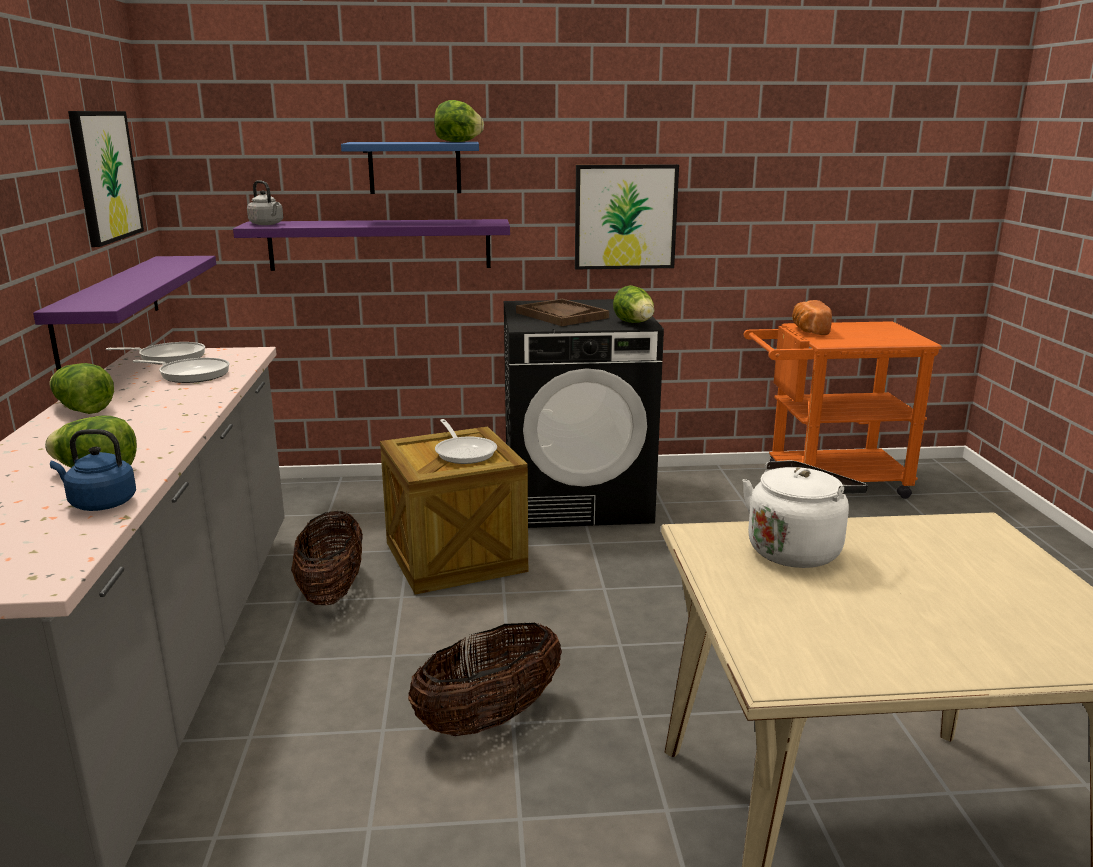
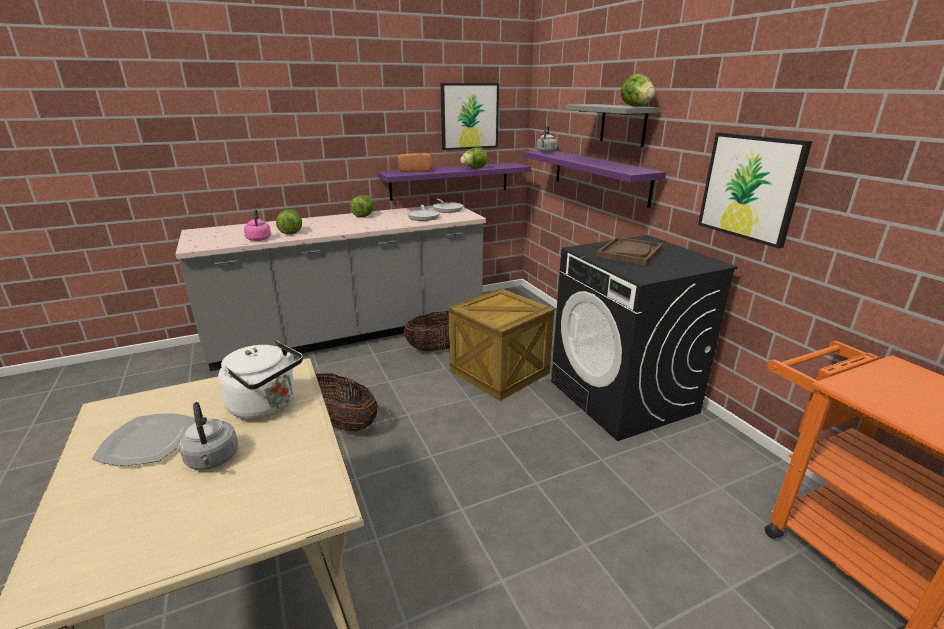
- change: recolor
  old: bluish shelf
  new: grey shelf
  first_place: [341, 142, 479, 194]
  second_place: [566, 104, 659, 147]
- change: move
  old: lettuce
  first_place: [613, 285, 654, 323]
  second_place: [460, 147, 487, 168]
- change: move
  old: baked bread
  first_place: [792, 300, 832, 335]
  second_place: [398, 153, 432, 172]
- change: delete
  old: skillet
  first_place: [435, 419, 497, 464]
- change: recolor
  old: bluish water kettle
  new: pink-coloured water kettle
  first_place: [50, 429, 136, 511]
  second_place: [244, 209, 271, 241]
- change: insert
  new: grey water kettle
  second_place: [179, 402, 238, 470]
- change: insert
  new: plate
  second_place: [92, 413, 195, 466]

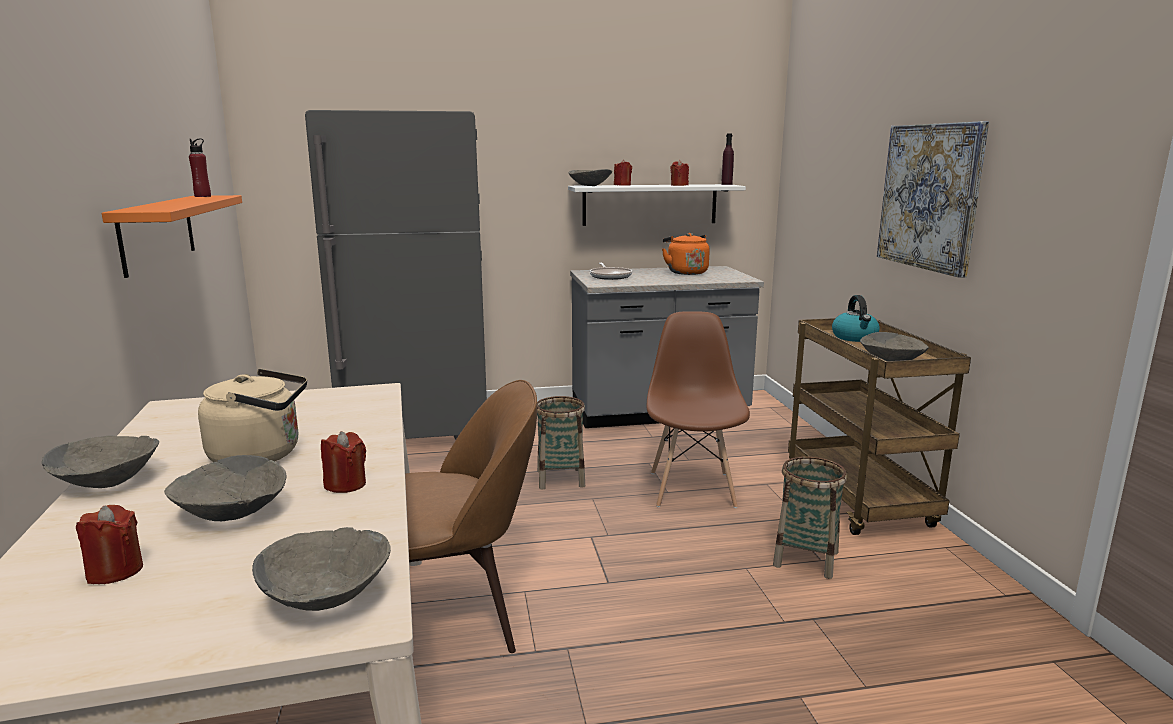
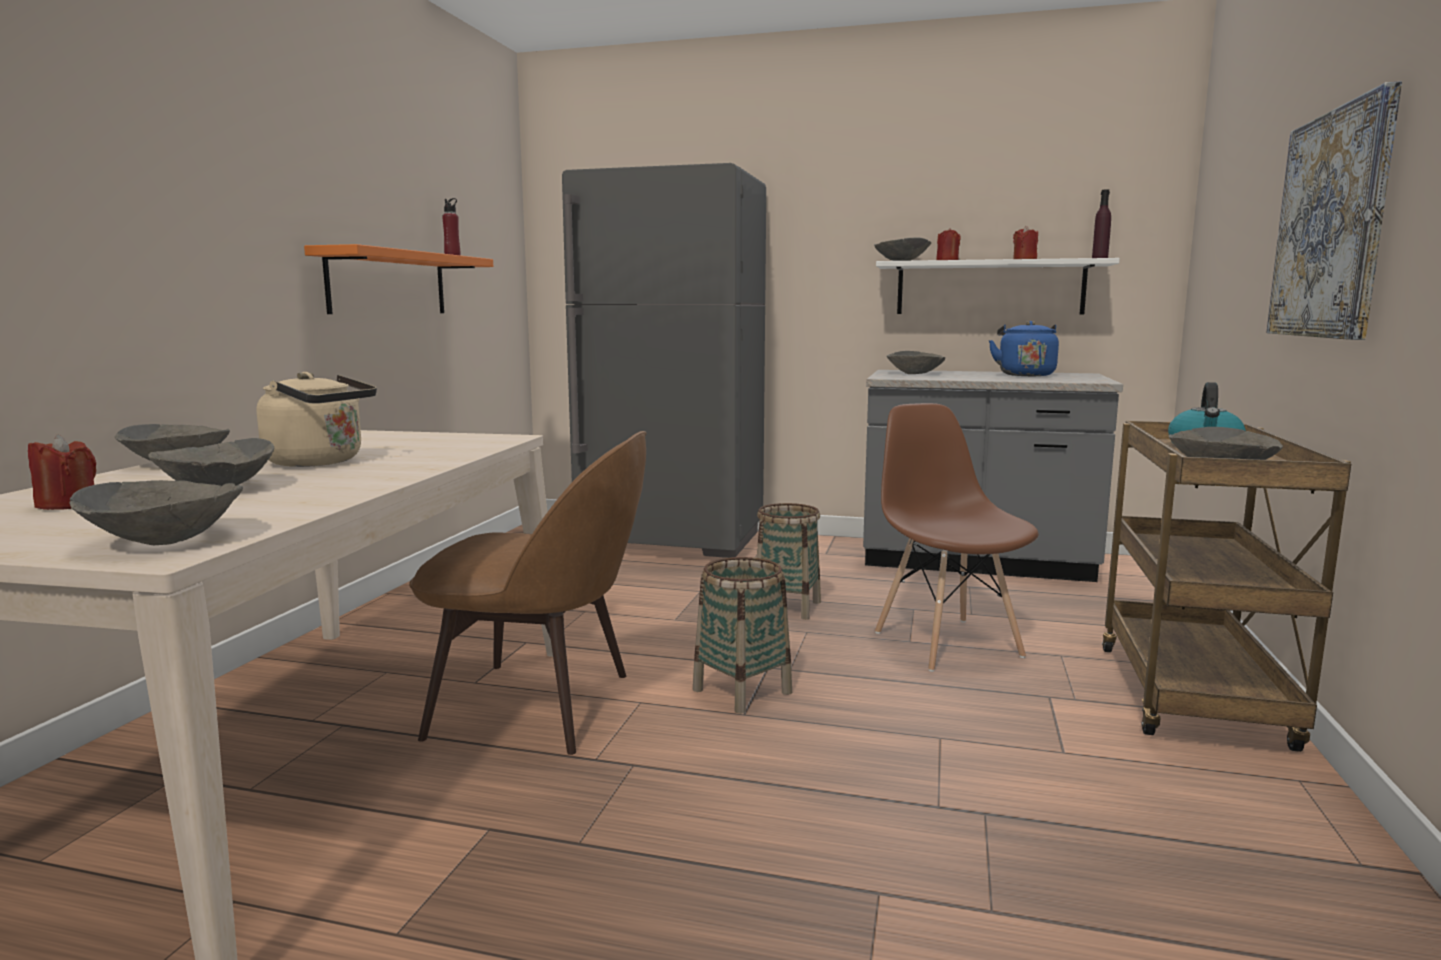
- change: recolor
  old: orangey water kettle
  new: bluish water kettle
  first_place: [662, 233, 710, 275]
  second_place: [989, 321, 1059, 376]
- change: replace
  old: skillet
  new: grey serving bowl
  first_place: [590, 263, 632, 280]
  second_place: [886, 351, 945, 374]
- change: rotate
  old: brown upright chair
  first_place: [646, 311, 750, 508]
  second_place: [875, 403, 1039, 672]
  degrees: -45
- change: delete
  old: reddish candle
  first_place: [321, 431, 366, 493]
- change: move
  old: household basket
  first_place: [773, 456, 847, 579]
  second_place: [693, 557, 792, 714]

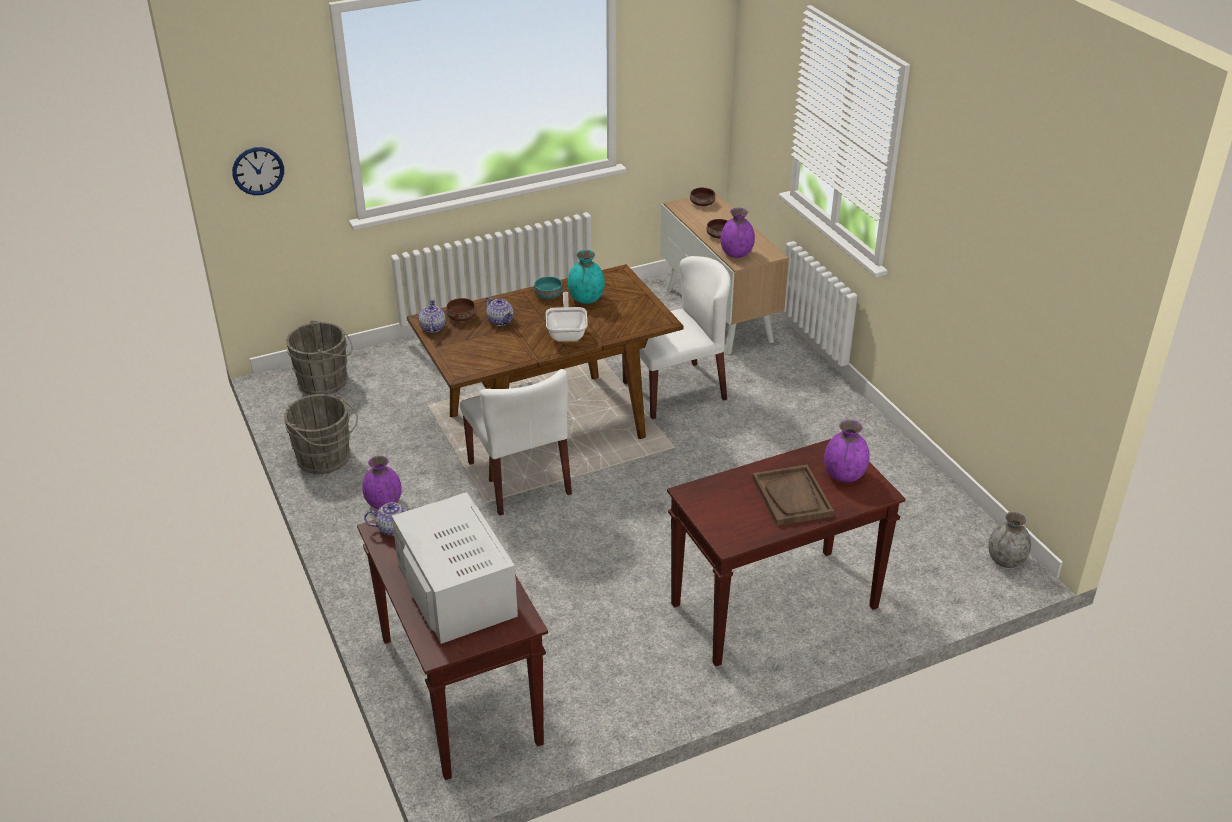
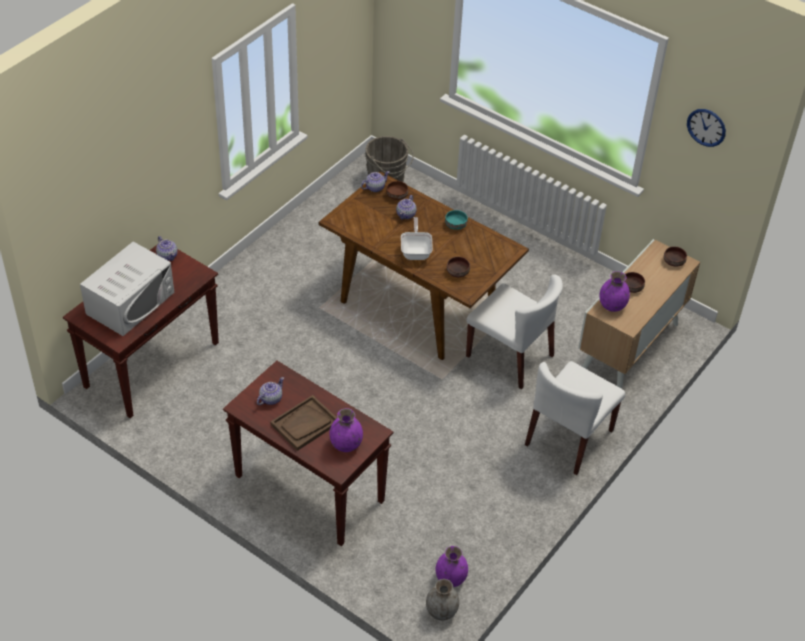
- change: move
  old: wall clock
  first_place: [232, 147, 284, 195]
  second_place: [687, 109, 726, 147]
- change: delete
  old: blue-green vase
  first_place: [568, 250, 605, 304]
- change: rotate
  old: skillet
  first_place: [546, 292, 588, 342]
  second_place: [401, 217, 433, 260]
  degrees: -60
- change: move
  old: whitish upright chair
  first_place: [460, 369, 572, 516]
  second_place: [525, 361, 625, 475]
- change: delete
  old: grey water bucket
  first_place: [284, 394, 358, 474]
- change: move
  old: purple vase
  first_place: [362, 456, 402, 509]
  second_place: [436, 546, 468, 587]
- change: insert
  new: brown serving bowl
  second_place: [447, 257, 470, 277]
- change: insert
  new: teapot
  second_place: [257, 377, 284, 405]

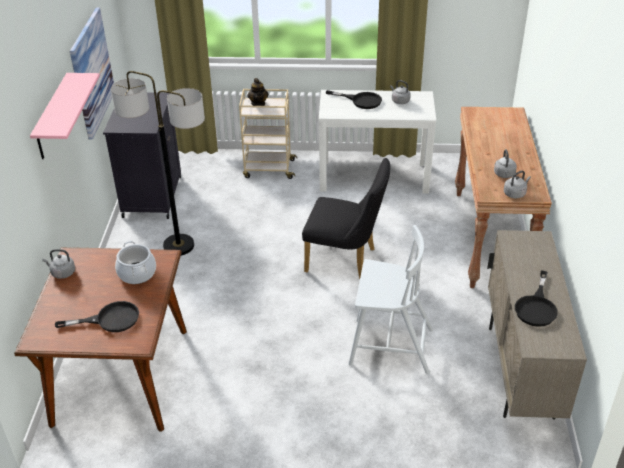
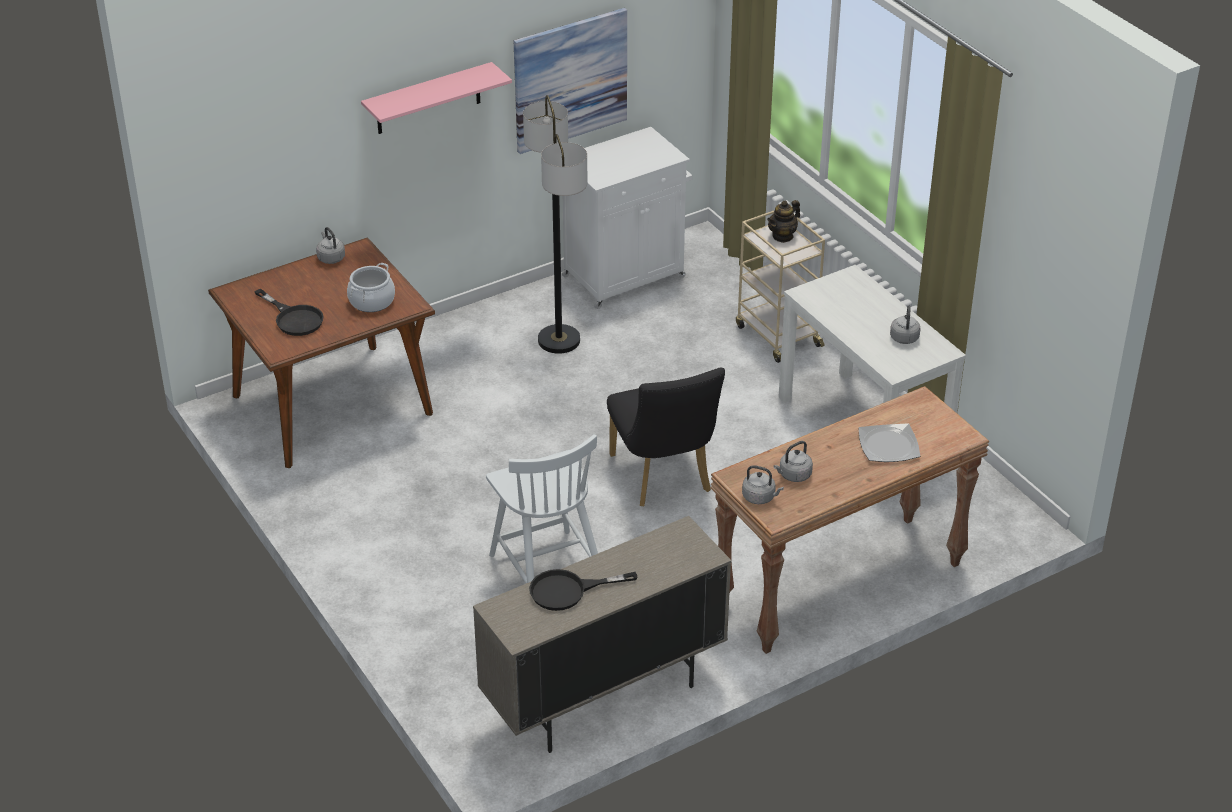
- change: delete
  old: black-coloured skillet
  first_place: [326, 90, 382, 109]
- change: recolor
  old: black-coloured cupboard
  new: whitish cupboard
  first_place: [103, 92, 181, 219]
  second_place: [562, 127, 692, 309]
- change: insert
  new: plate
  second_place: [858, 423, 920, 462]

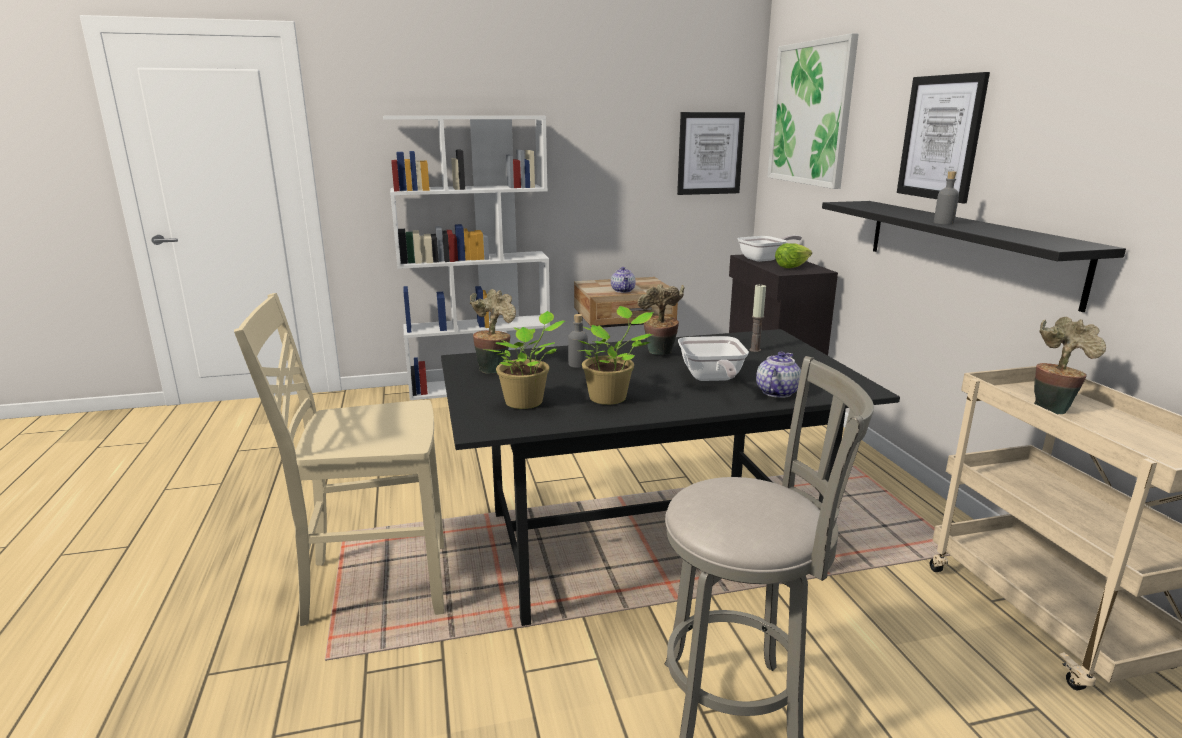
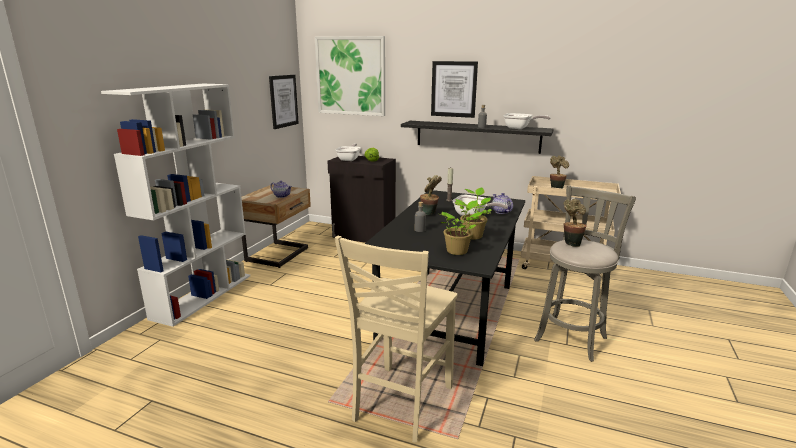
- change: move
  old: potted plant
  first_place: [470, 289, 516, 374]
  second_place: [564, 199, 586, 247]
- change: insert
  new: skillet
  second_place: [503, 113, 551, 129]

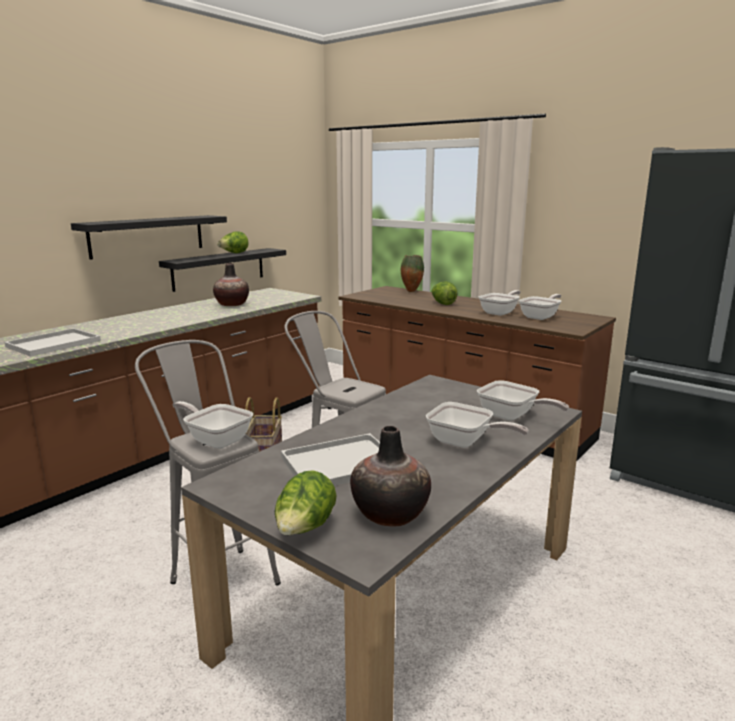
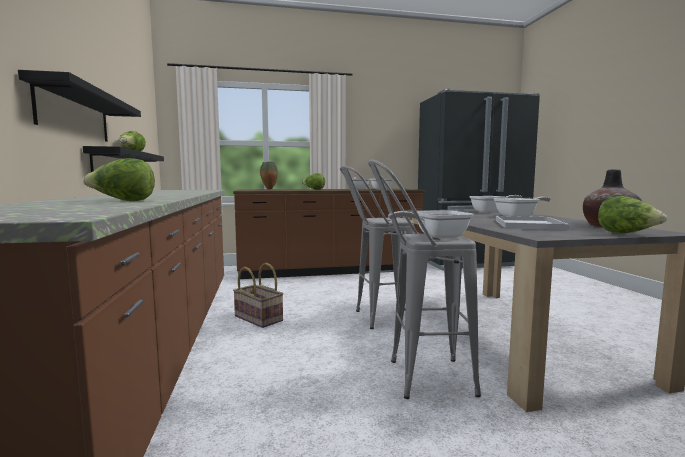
- change: delete
  old: vase
  first_place: [213, 263, 249, 306]
- change: replace
  old: whitish tray
  new: lettuce
  first_place: [5, 328, 101, 357]
  second_place: [83, 158, 155, 201]

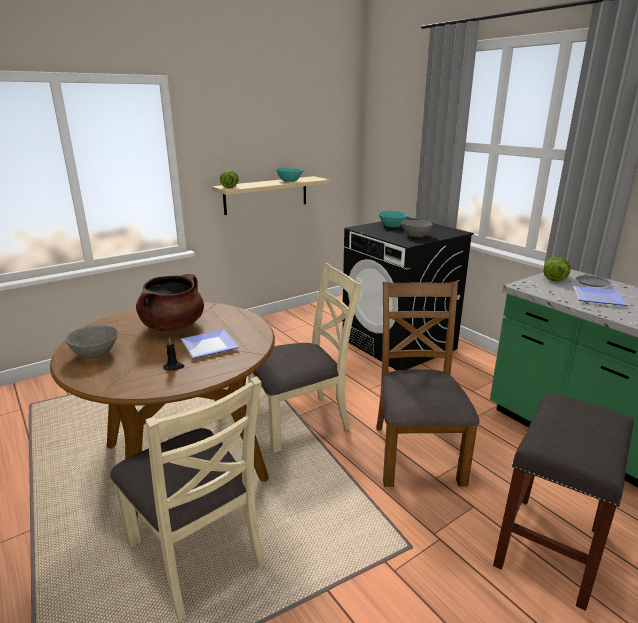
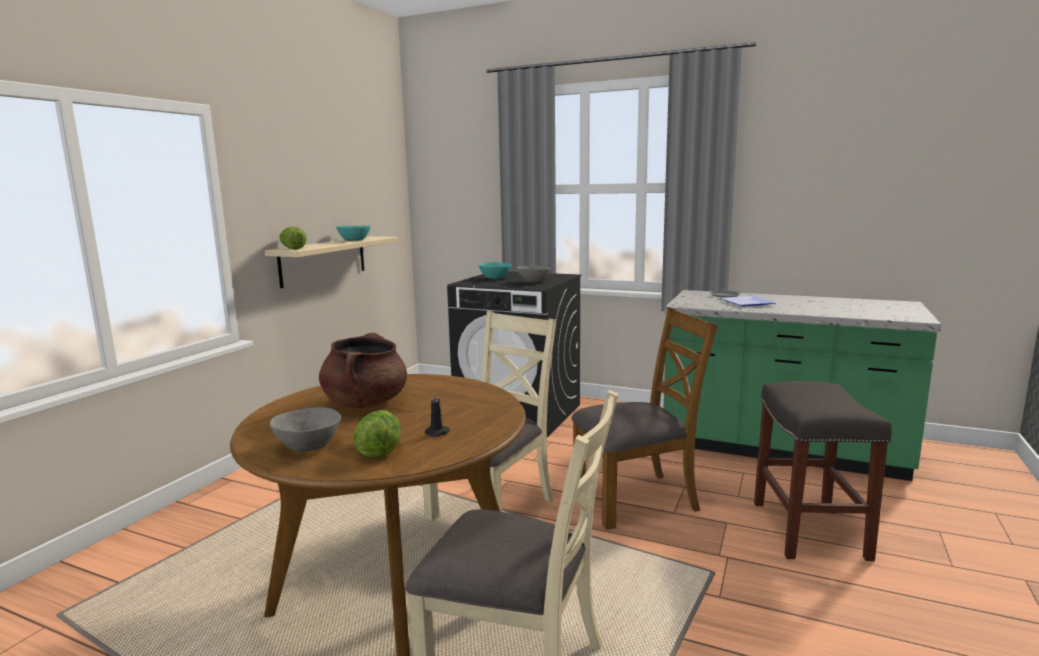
- change: move
  old: lettuce
  first_place: [543, 257, 571, 281]
  second_place: [353, 410, 401, 458]
- change: rotate
  old: brown upright chair
  first_place: [376, 282, 480, 487]
  second_place: [571, 307, 718, 530]
  degrees: 105
- change: delete
  old: plate
  first_place: [181, 330, 239, 358]

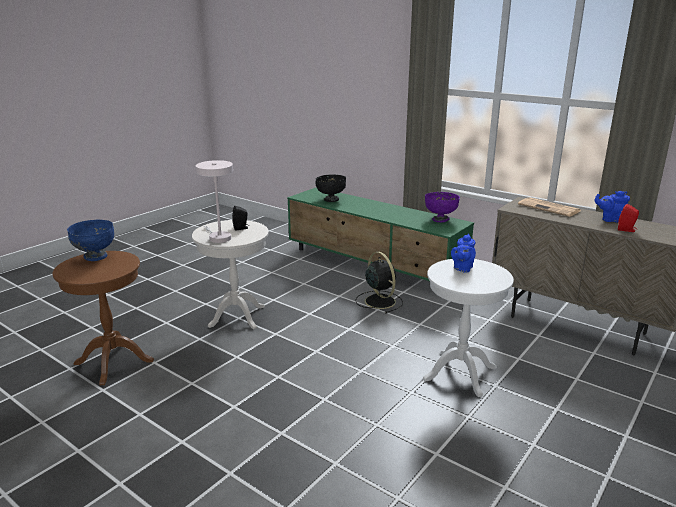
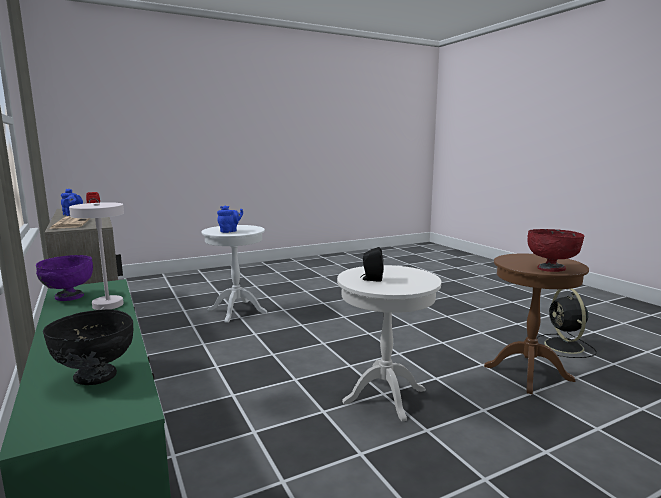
- change: move
  old: whitish table lamp
  first_place: [196, 160, 233, 243]
  second_place: [69, 202, 124, 310]
- change: recolor
  old: bluish serving bowl
  new: reddish serving bowl
  first_place: [67, 220, 114, 261]
  second_place: [528, 229, 584, 272]
- change: move
  old: black-coloured cooling fan
  first_place: [355, 252, 403, 313]
  second_place: [537, 288, 597, 358]

